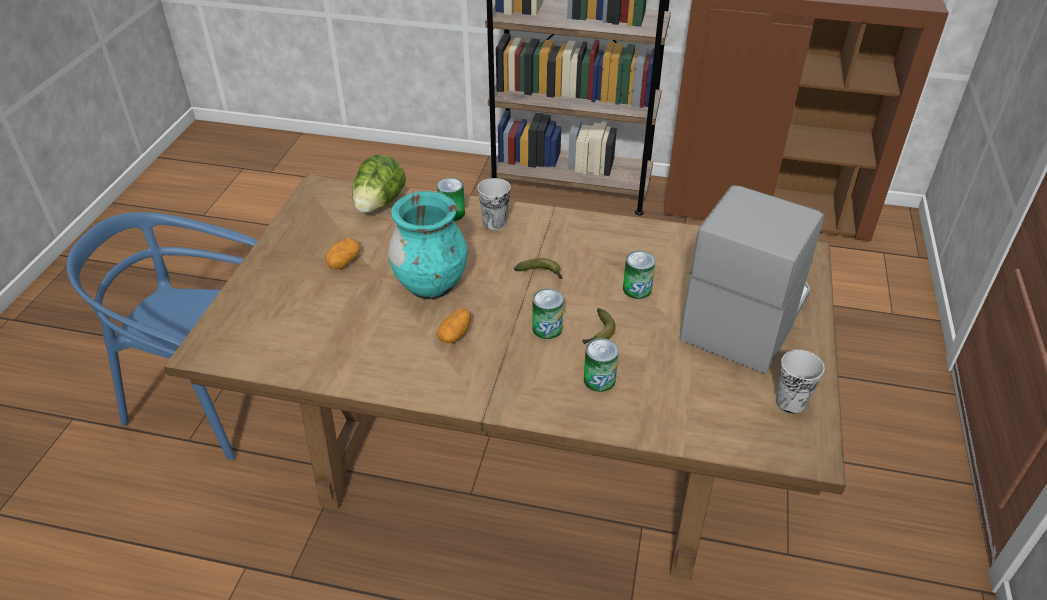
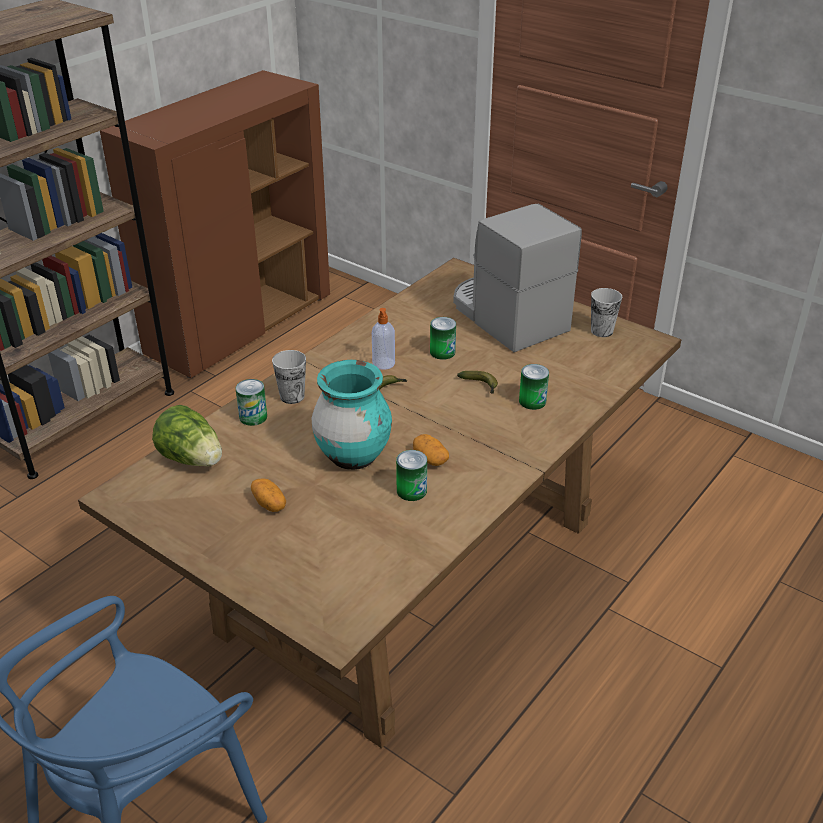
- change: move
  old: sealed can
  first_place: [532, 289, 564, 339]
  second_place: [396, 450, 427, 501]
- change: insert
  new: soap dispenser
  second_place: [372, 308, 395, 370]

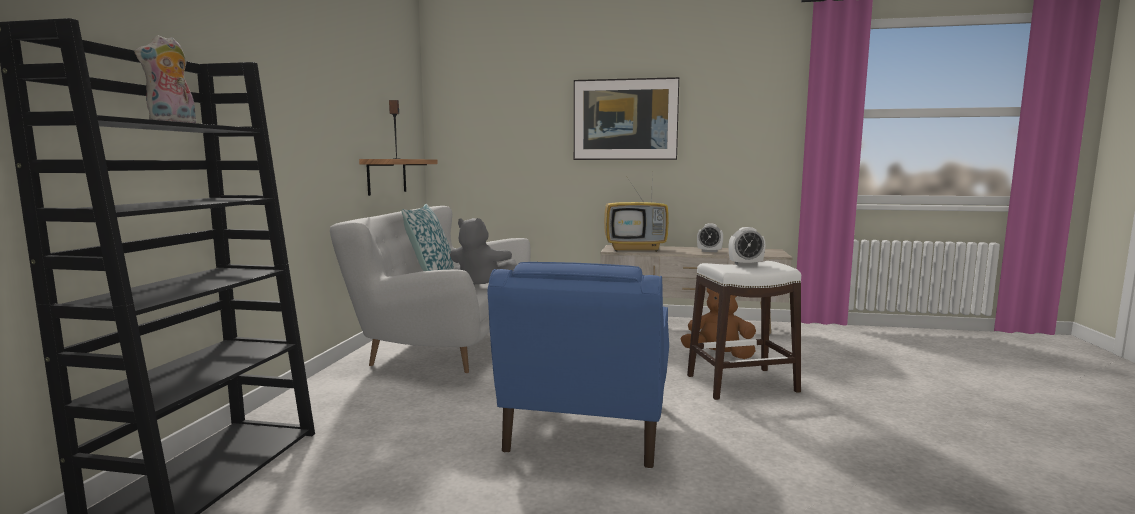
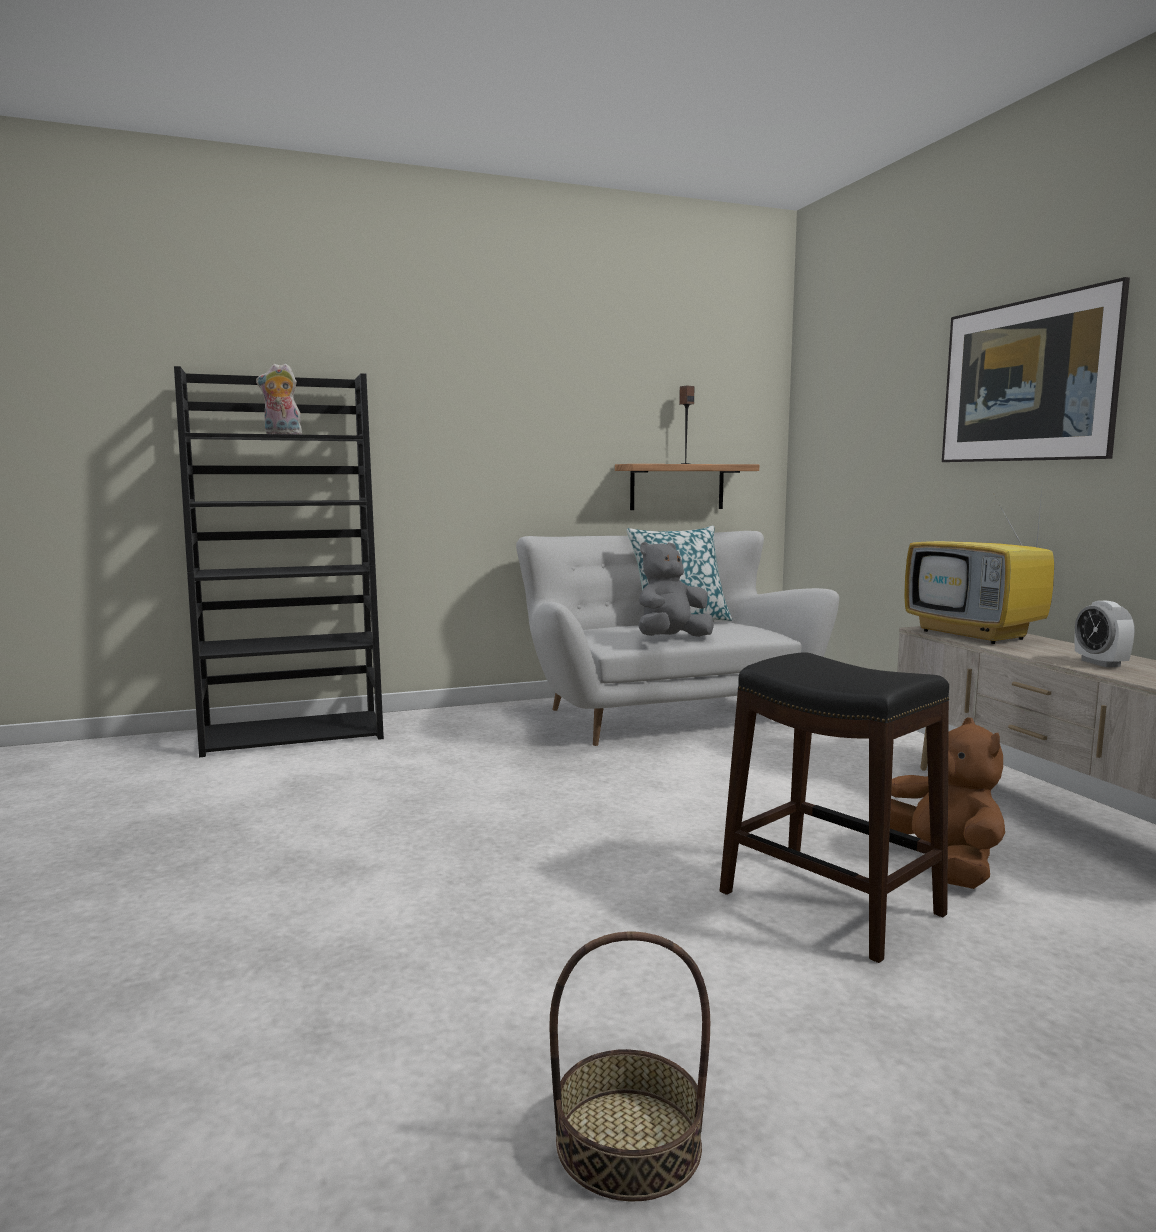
- change: rotate
  old: grey plush toy
  first_place: [450, 218, 517, 284]
  second_place: [638, 542, 714, 637]
  degrees: 60
- change: delete
  old: bedside clock
  first_place: [729, 227, 765, 266]
- change: recolor
  old: whitish stool
  new: black-coloured stool
  first_place: [687, 261, 801, 400]
  second_place: [720, 652, 949, 963]
- change: delete
  old: bluish armchair
  first_place: [487, 262, 669, 469]
- change: insert
  new: household basket
  second_place: [549, 932, 710, 1202]

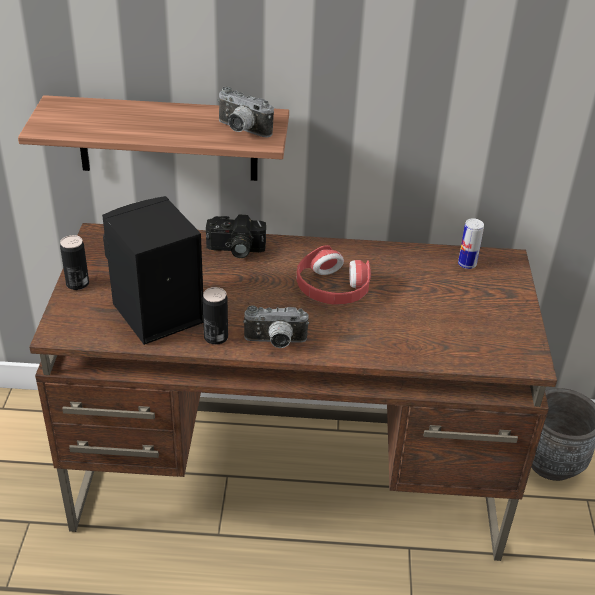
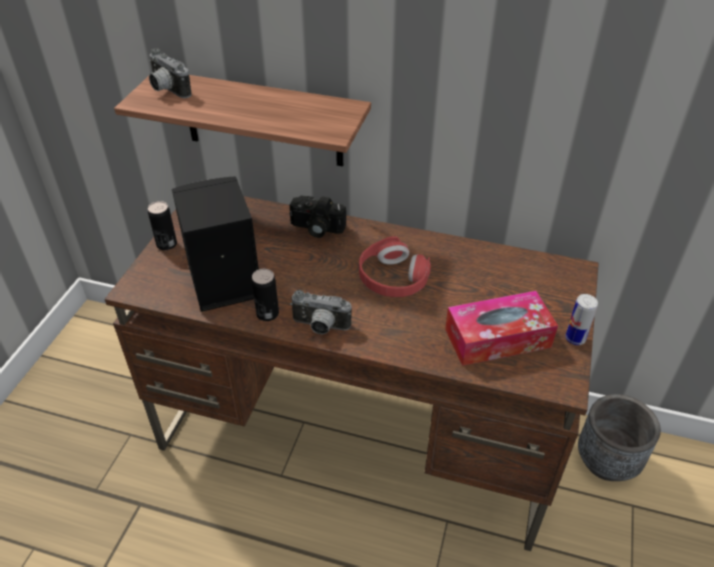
- change: move
  old: photo camera
  first_place: [217, 86, 274, 138]
  second_place: [149, 48, 192, 98]
- change: move
  old: sealed can
  first_place: [458, 218, 484, 269]
  second_place: [565, 294, 598, 345]
- change: insert
  new: tissue holder
  second_place: [445, 291, 558, 366]

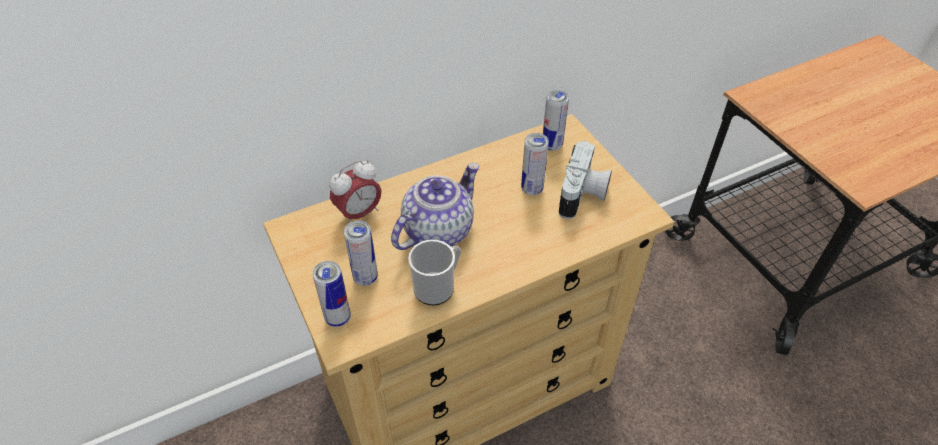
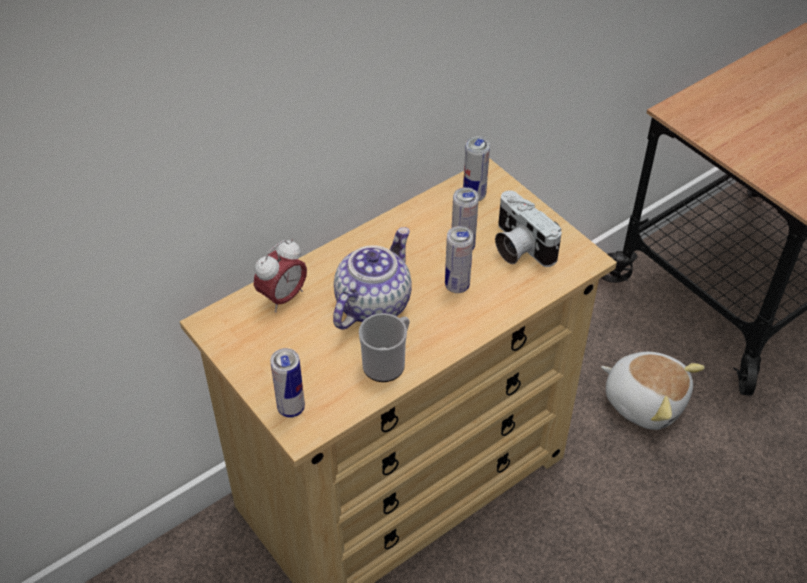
- change: rotate
  old: photo camera
  first_place: [559, 141, 612, 219]
  second_place: [495, 190, 562, 267]
  degrees: 135
- change: move
  old: sealed can
  first_place: [344, 220, 378, 286]
  second_place: [445, 226, 473, 293]
- change: insert
  new: plush toy
  second_place: [601, 352, 705, 430]

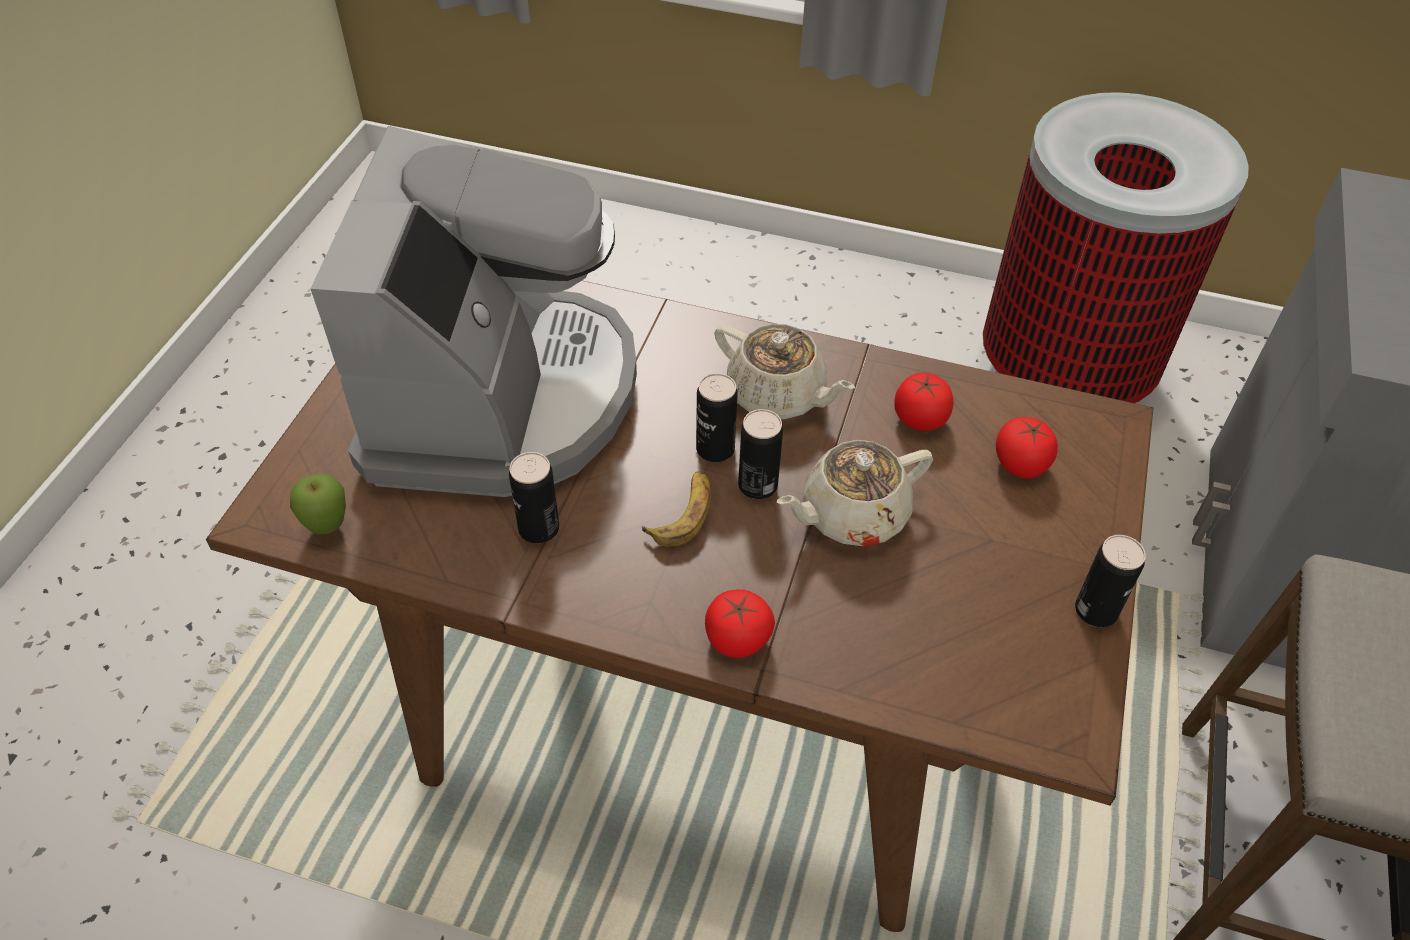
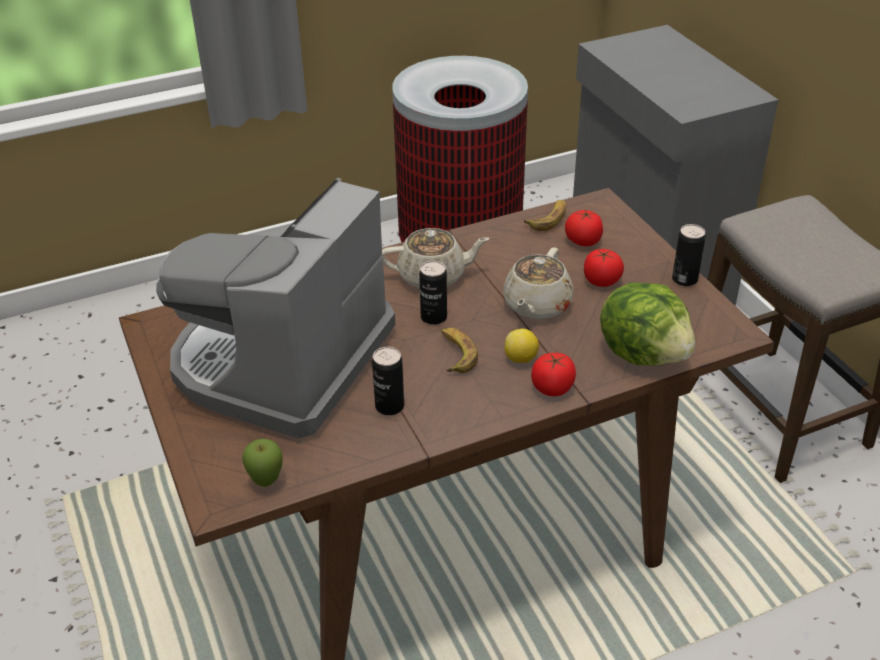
- change: rotate
  old: coffee maker
  first_place: [310, 126, 637, 497]
  second_place: [156, 178, 395, 438]
  degrees: -120
- change: move
  old: fresh tomato
  first_place: [894, 373, 953, 431]
  second_place: [584, 249, 624, 287]
- change: delete
  old: sealed can
  first_place: [738, 409, 783, 499]
- change: insert
  new: banana
  second_place: [524, 200, 566, 231]
- change: insert
  new: lettuce
  second_place: [600, 282, 695, 366]
- change: insert
  new: lemon
  second_place: [505, 329, 539, 363]

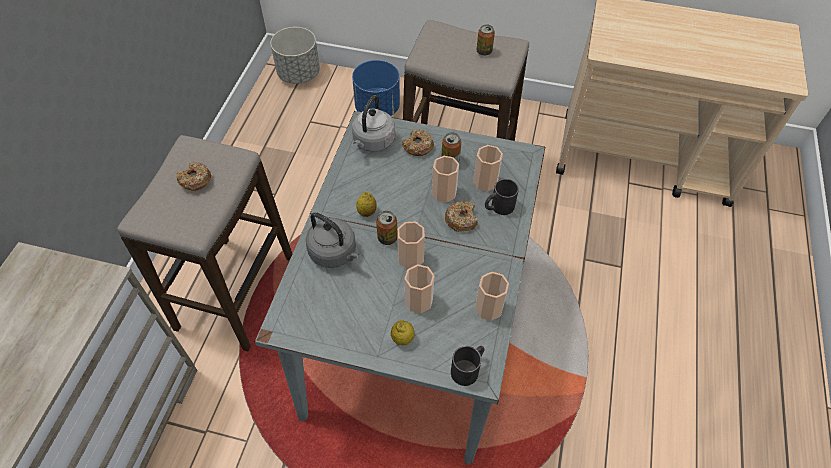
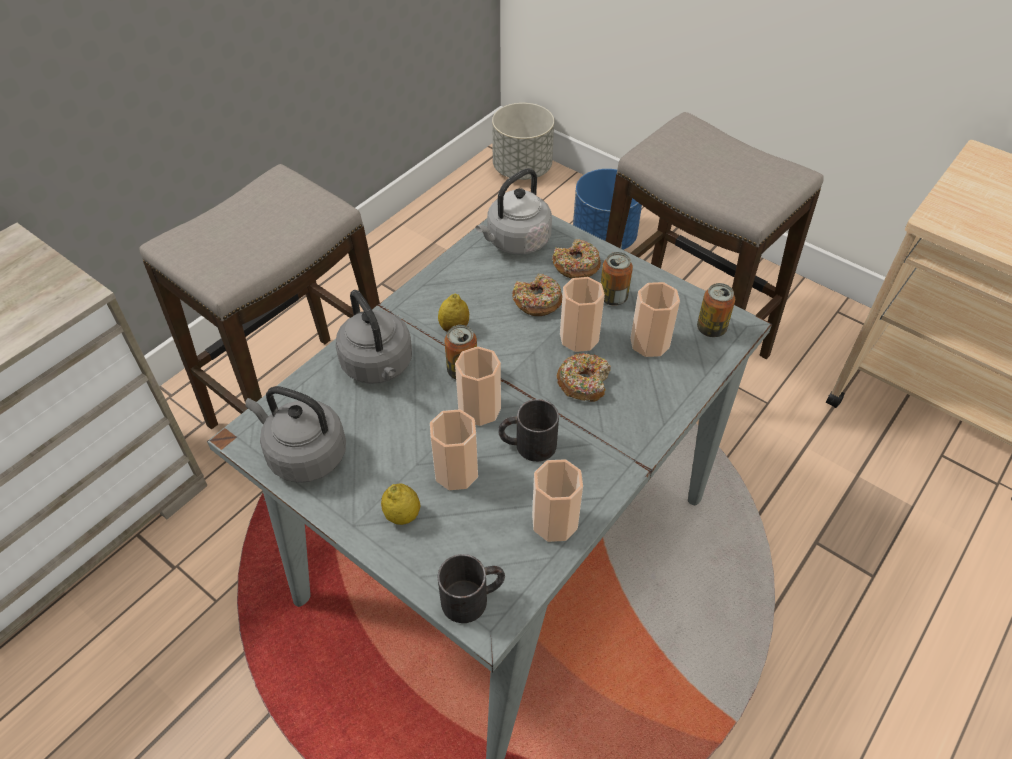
- change: move
  old: sealed can
  first_place: [476, 24, 495, 56]
  second_place: [697, 283, 735, 337]
- change: move
  old: donut
  first_place: [176, 162, 211, 191]
  second_place: [512, 274, 562, 316]
- change: move
  old: black-coloured coffee mug
  first_place: [485, 179, 519, 215]
  second_place: [498, 399, 559, 462]
- change: insert
  new: grey water kettle
  second_place: [245, 386, 346, 483]

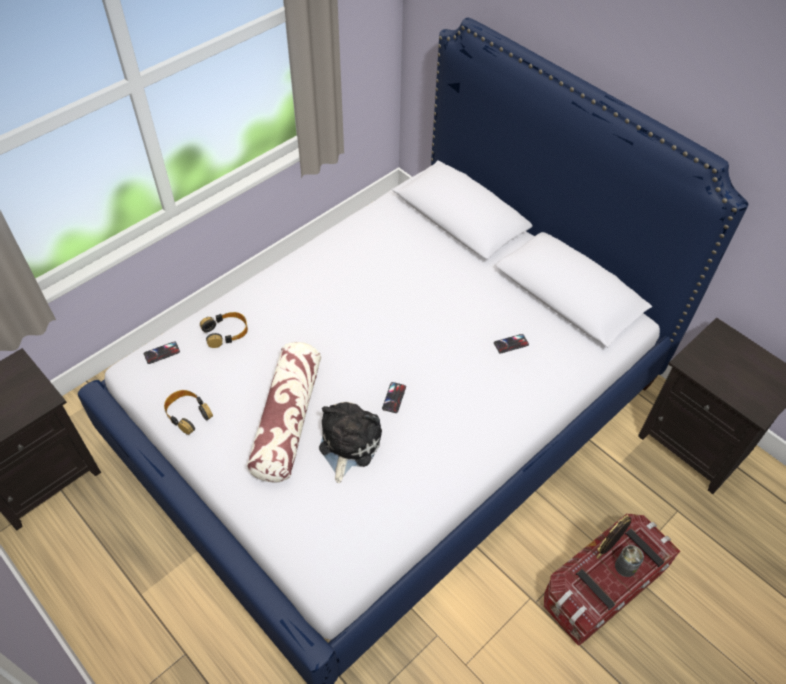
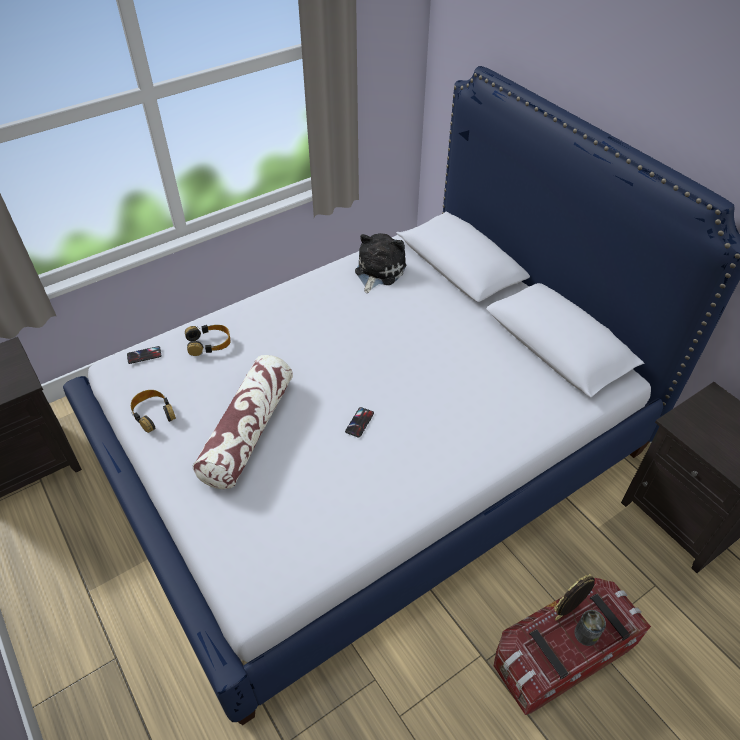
- change: delete
  old: phone
  first_place: [494, 334, 529, 354]
- change: move
  old: plush toy
  first_place: [319, 402, 382, 483]
  second_place: [355, 233, 406, 293]

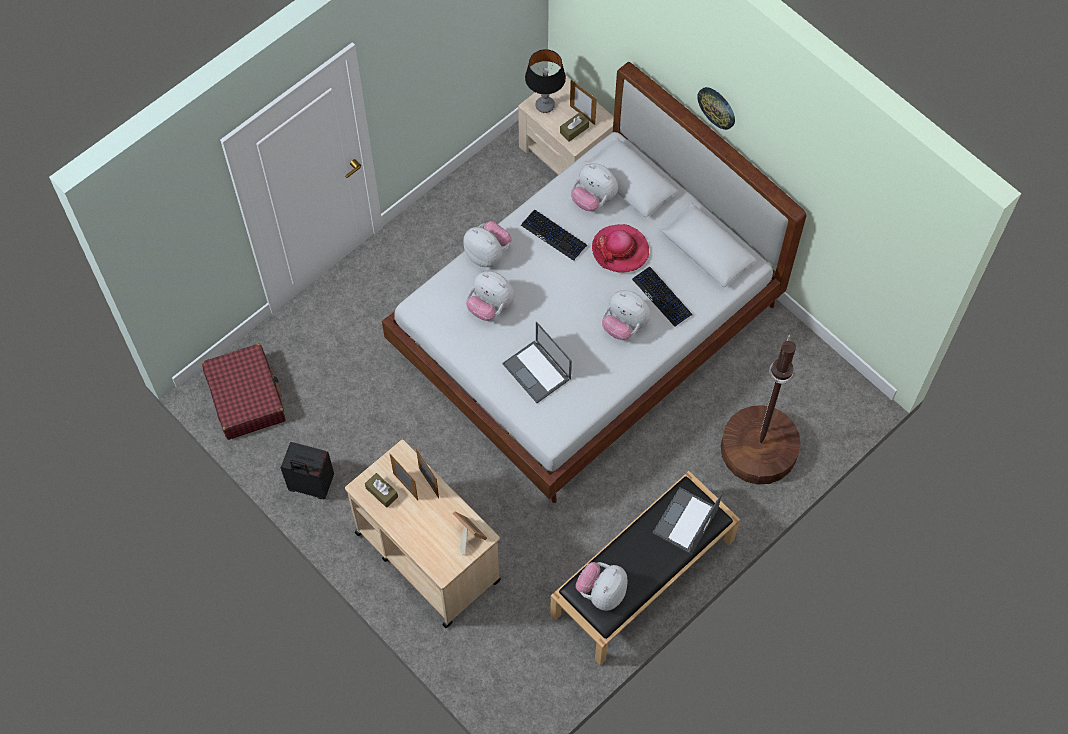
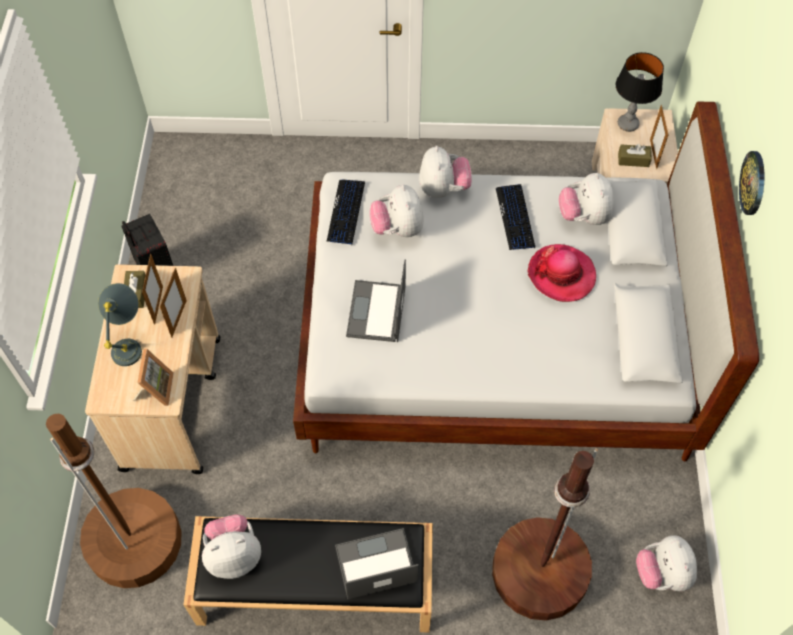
- change: move
  old: computer keyboard
  first_place: [632, 266, 692, 327]
  second_place: [326, 180, 365, 245]
- change: move
  old: plush toy
  first_place: [602, 290, 651, 340]
  second_place: [636, 535, 697, 591]
- change: delete
  old: reddish travel case
  first_place: [202, 344, 286, 440]
- change: insert
  new: grey table lamp
  second_place: [98, 283, 142, 366]
- change: insert
  new: brown standing lamp
  second_place: [46, 414, 182, 588]

